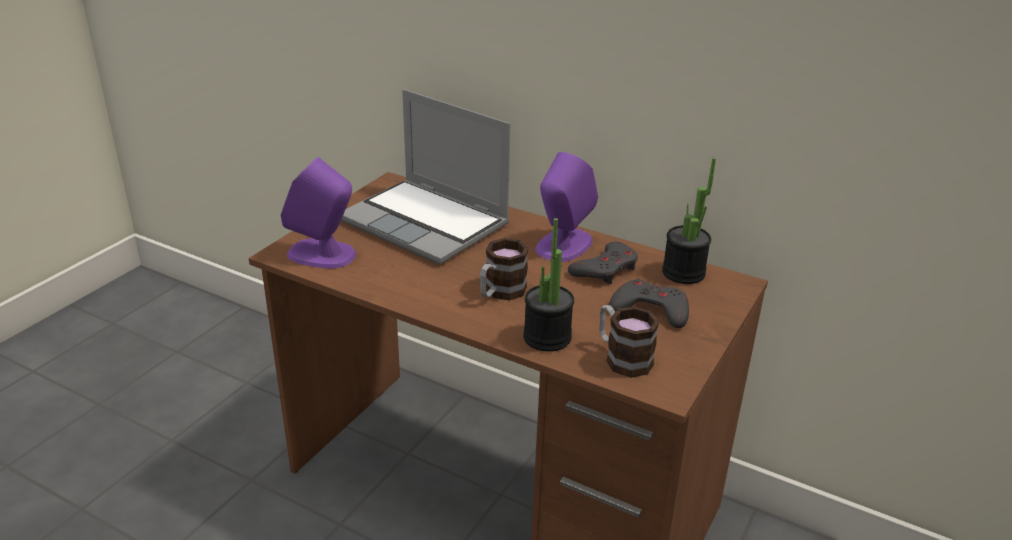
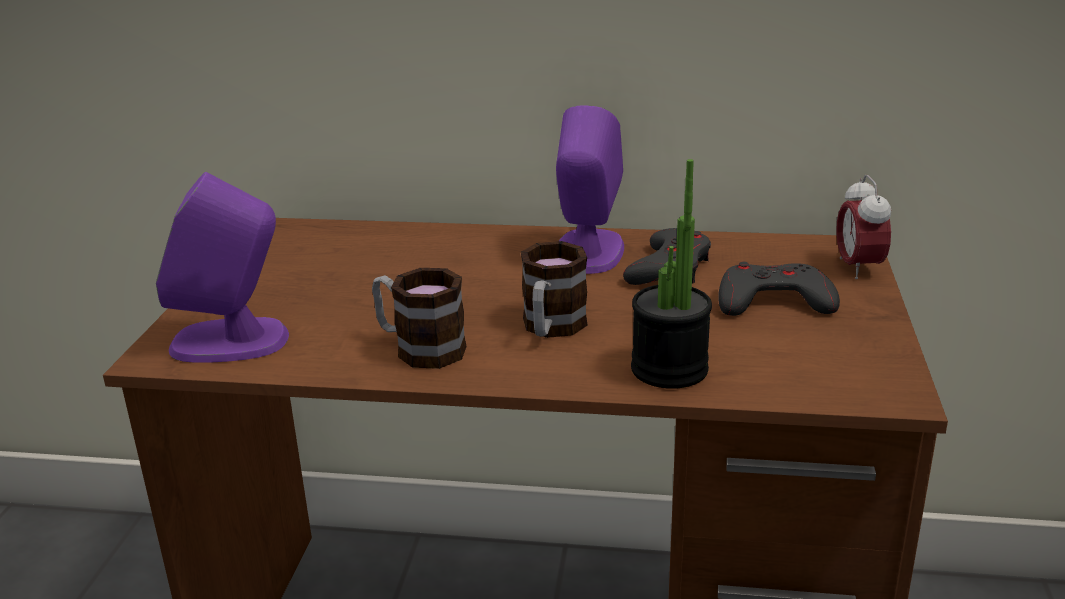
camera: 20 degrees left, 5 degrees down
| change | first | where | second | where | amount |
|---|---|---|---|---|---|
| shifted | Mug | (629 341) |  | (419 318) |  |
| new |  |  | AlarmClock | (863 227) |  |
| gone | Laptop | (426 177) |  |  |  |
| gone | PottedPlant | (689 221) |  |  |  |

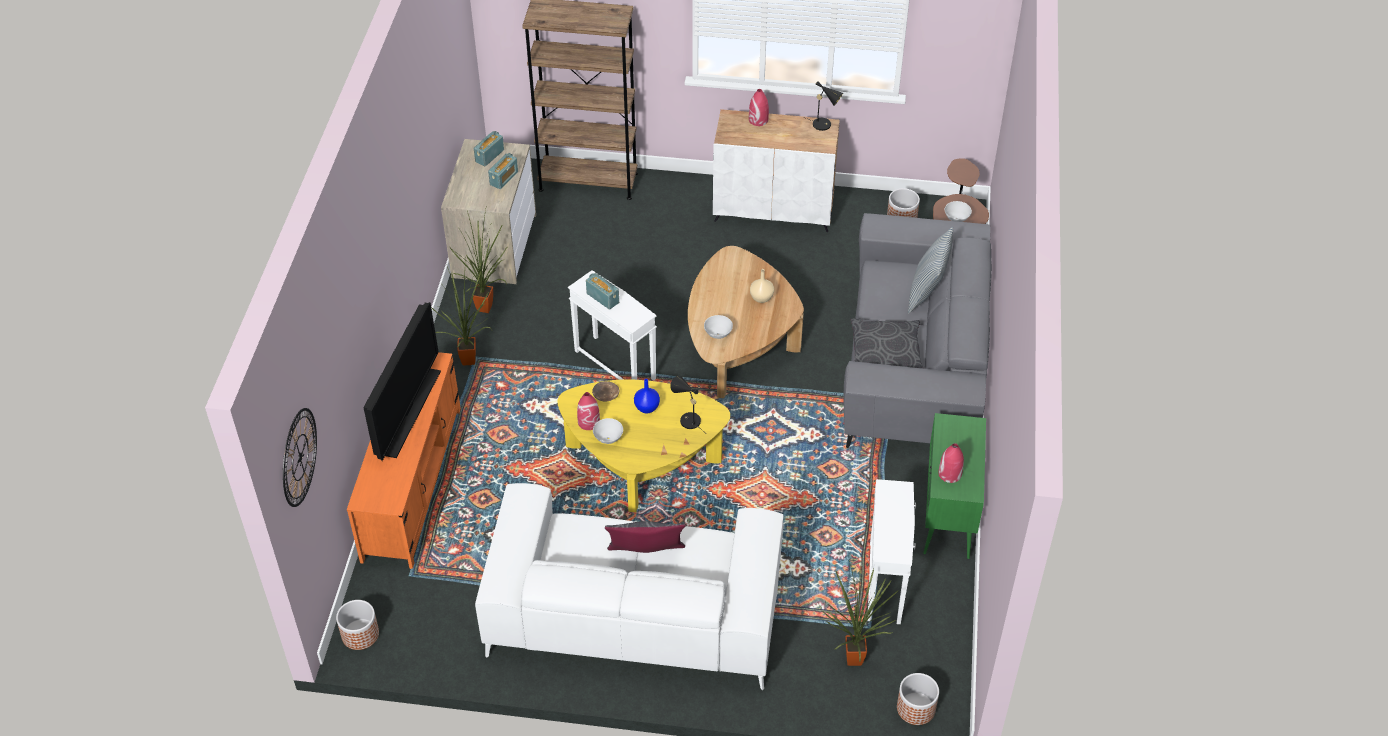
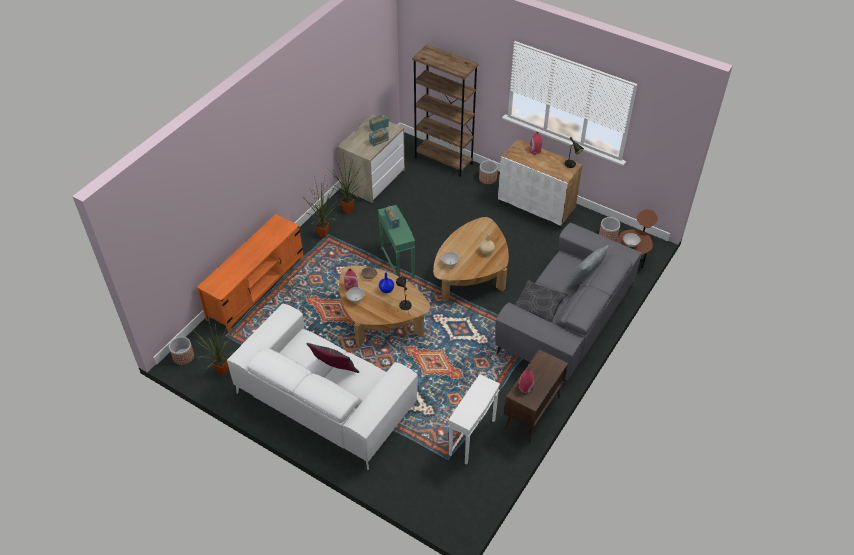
camera: 25 degrees right, 0 degrees up
| change | first | where | second | where | amount |
|---|---|---|---|---|---|
| shifted | PottedPlant | (861 613) |  | (214 344) |  |
| repainted | YellowCoffeeTable | (643 446) | BrownCoffeeTable | (384 306) |  |
| repainted | WhiteSideTable | (612 325) | GreenSideTable | (396 242) |  |
| shifted | Planter | (918 699) |  | (488 172) |  |
| repainted | GreenCabinet | (954 486) | BrownCabinet | (536 396) |  |
| gone | WallClock | (300 457) |  |  |  |
| gone | Television | (402 381) |  |  |  |

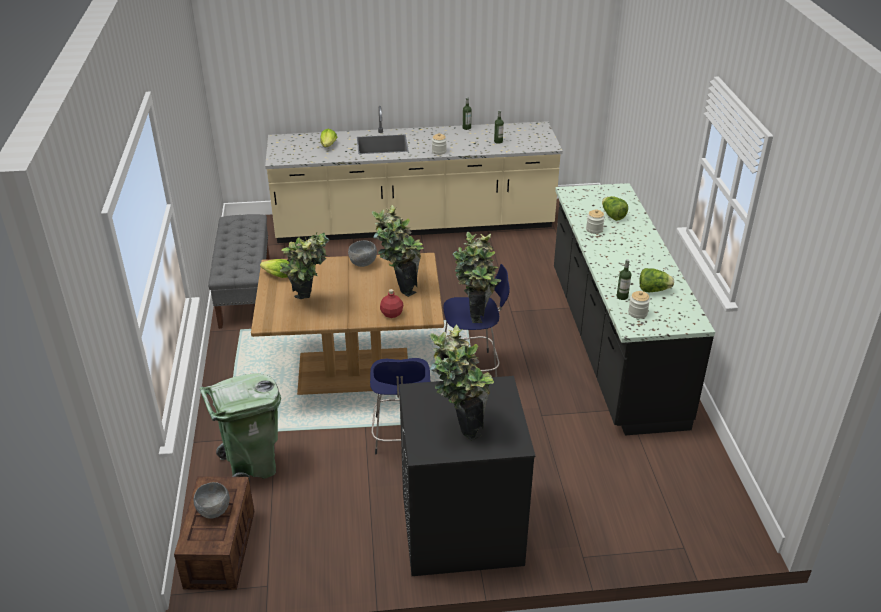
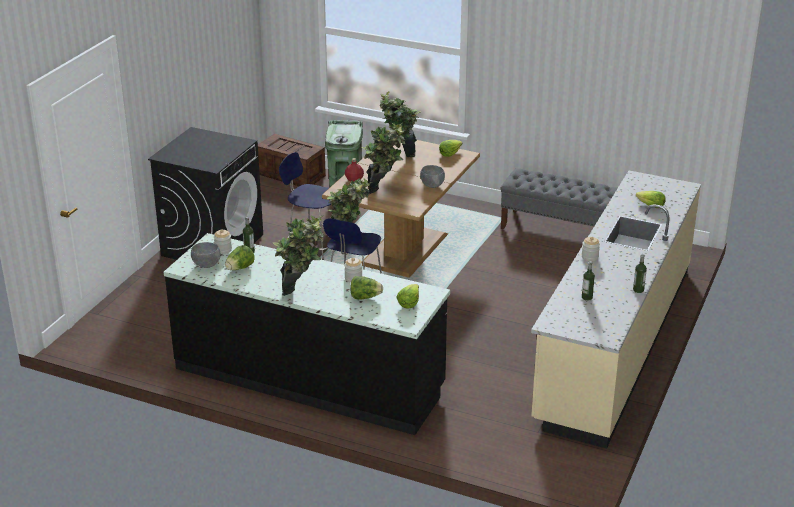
camera: 120 degrees right, 5 degrees down
| change | first | where | second | where | amount |
|---|---|---|---|---|---|
| shifted | GreyBowl | (212 500) |  | (206 255) |  |
| shifted | PottedPlant | (462 382) |  | (298 255) |  |
| new |  |  | Lettuce | (407 296) |  |

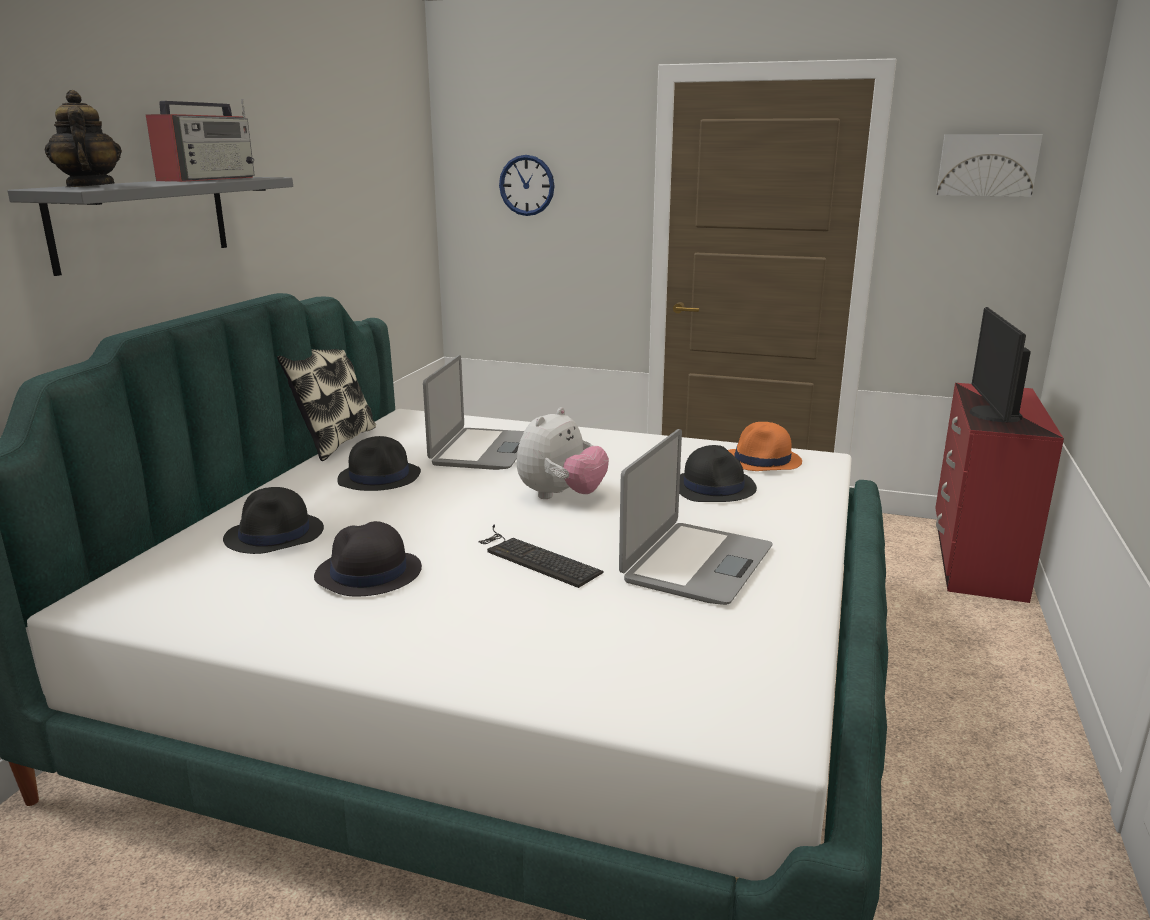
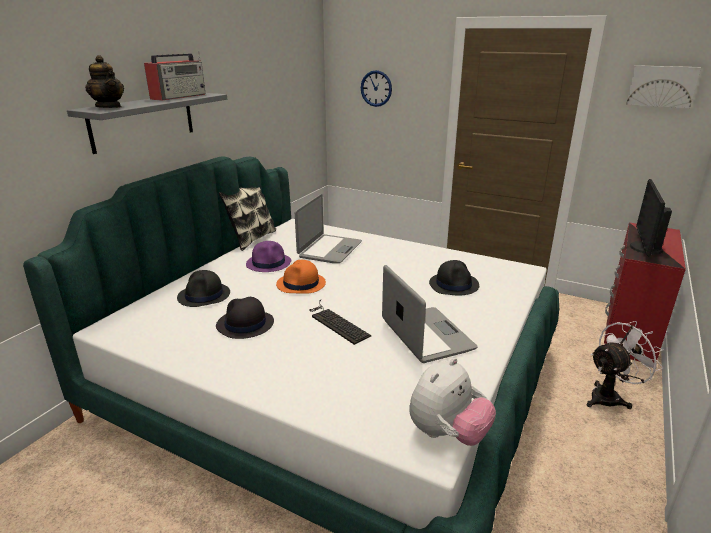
camera: 10 degrees right, 5 degrees up
| change | first | where | second | where | amount |
|---|---|---|---|---|---|
| rotated | Teapot | (83 138) |  | (104 81) | 150 degrees clockwise |
| repainted | BlackHat | (379 463) | PurpleHat | (268 256) |  |
| shifted | OrangeHat | (765 446) |  | (301 277) |  |
| rotated | Laptop | (696 517) |  | (429 314) | 60 degrees counterclockwise |
| shifted | PlushToy | (563 453) |  | (452 402) |  |
| new |  |  | WhiteFan | (625 365) |  |

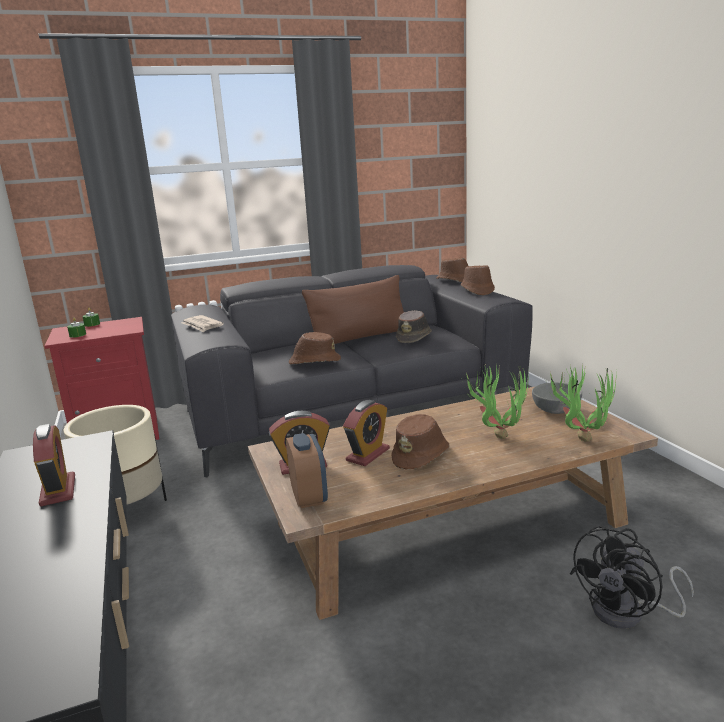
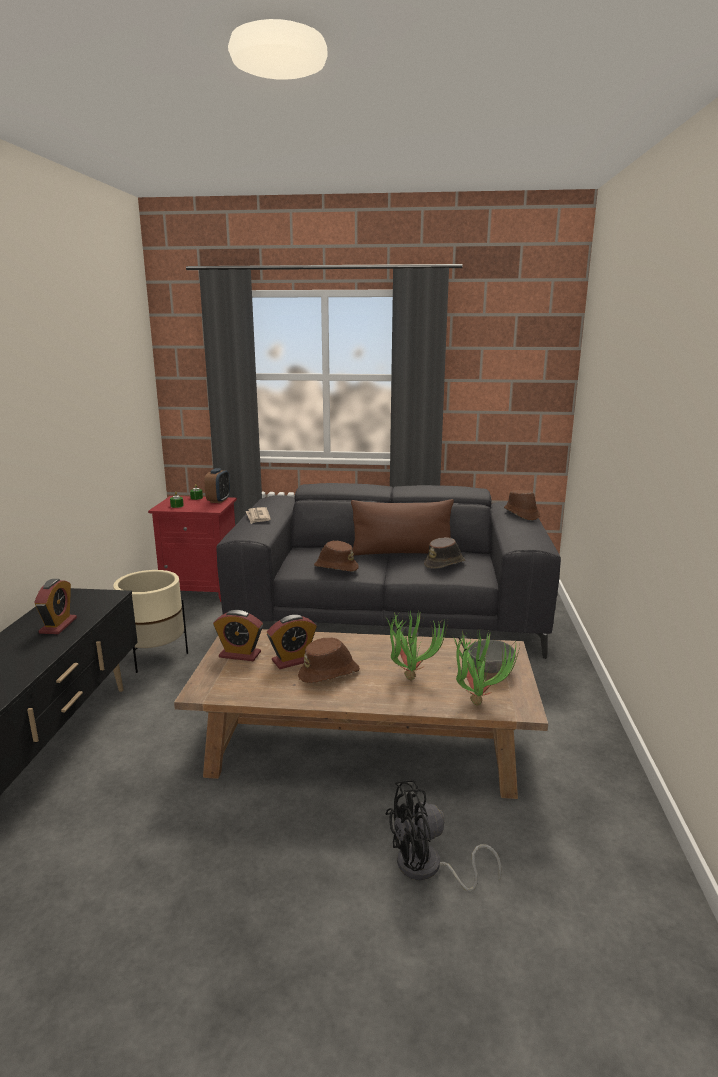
camera: 25 degrees right, 0 degrees up
| change | first | where | second | where | amount |
|---|---|---|---|---|---|
| shifted | AlarmClock | (307 470) |  | (217 485) |  |
| gone | BrownHat | (478 280) |  |  |  |

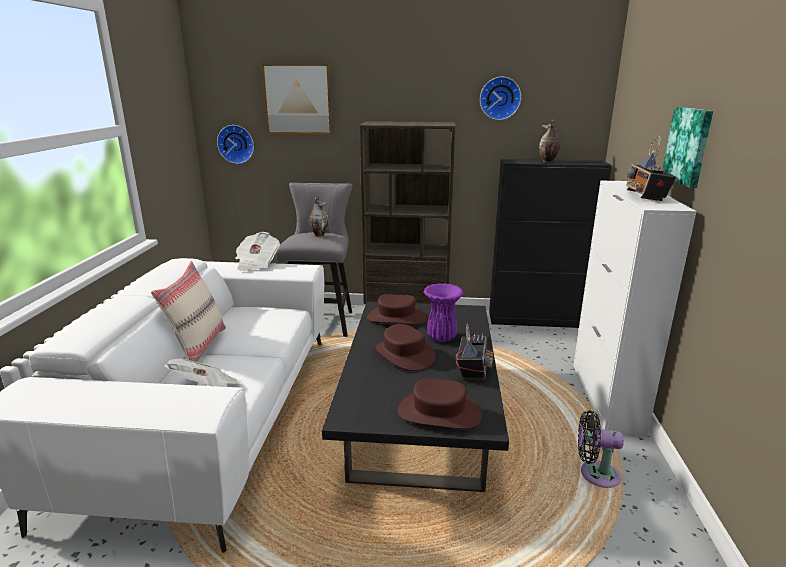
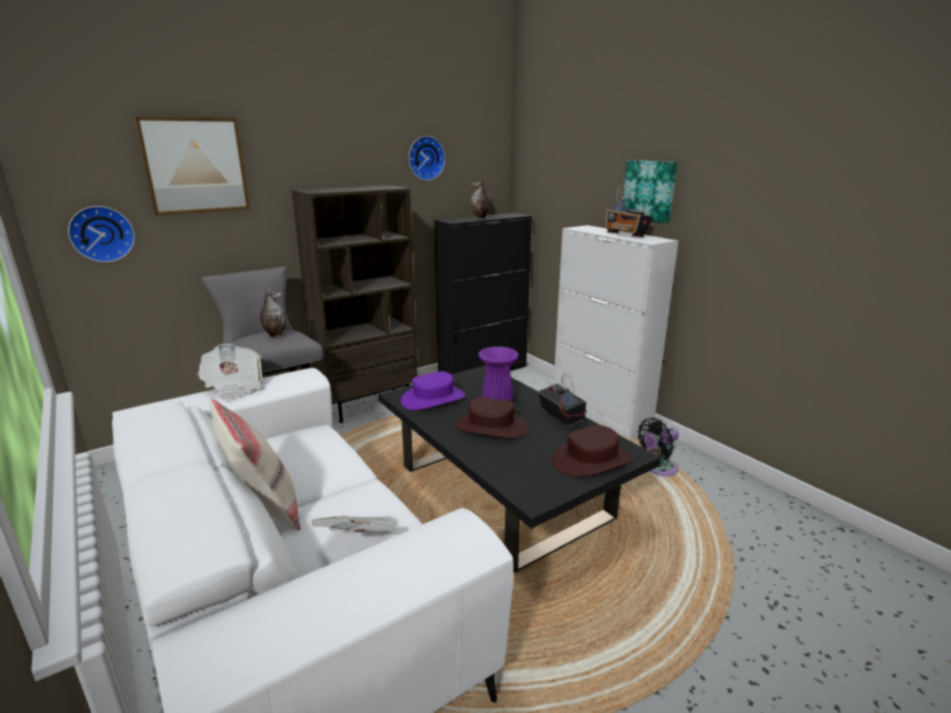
camera: 40 degrees left, 0 degrees up
| change | first | where | second | where | amount |
|---|---|---|---|---|---|
| repainted | BrownHat | (397 309) | PurpleHat | (433 390) |  |

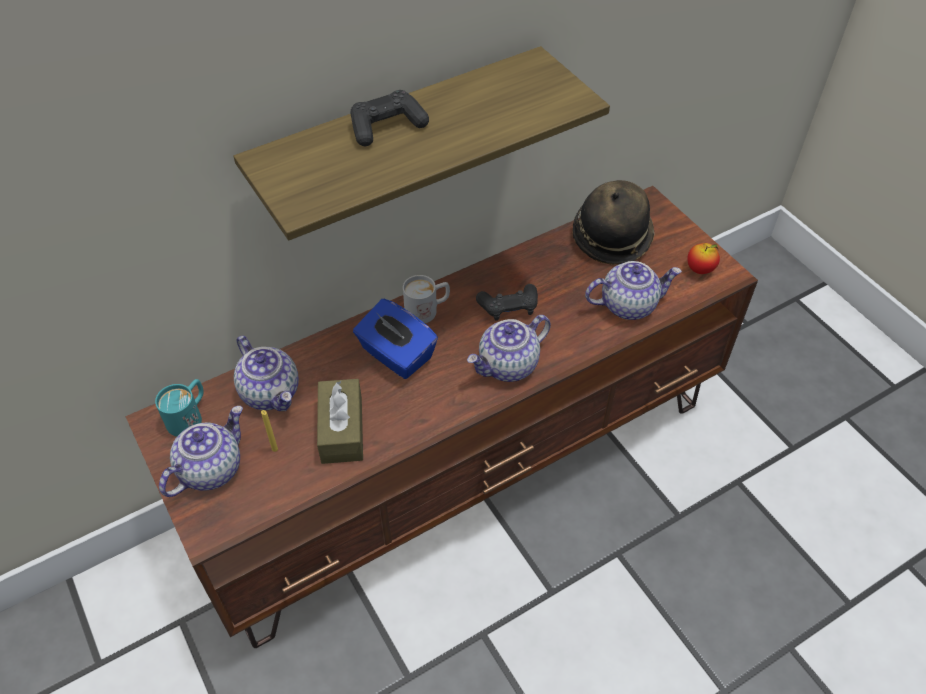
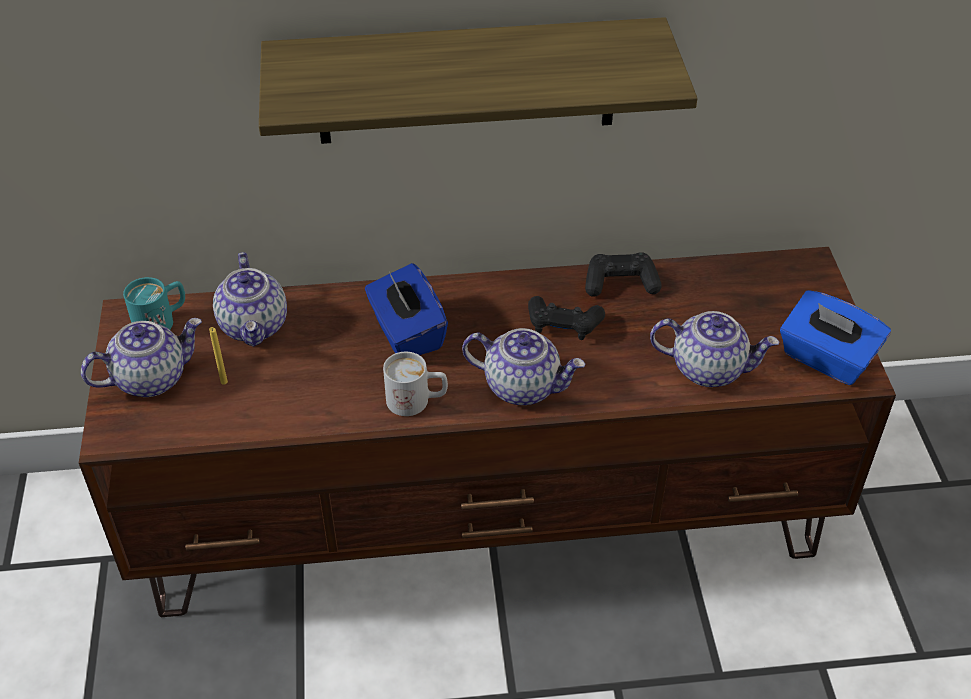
camera: 25 degrees right, 5 degrees down
| change | first | where | second | where | amount |
|---|---|---|---|---|---|
| shifted | WhiteMug | (426 299) |  | (415 384) |  |
| rotated | Teapot | (509 348) |  | (524 366) | 150 degrees counterclockwise |
| shifted | BlackGameController | (389 118) |  | (623 274) |  |
| swapped | Apple | (703 258) | BlueTissueBox | (835 337) |  |
| gone | BrownTissueBox | (340 421) |  |  |  |
| gone | Hat | (613 222) |  |  |  |

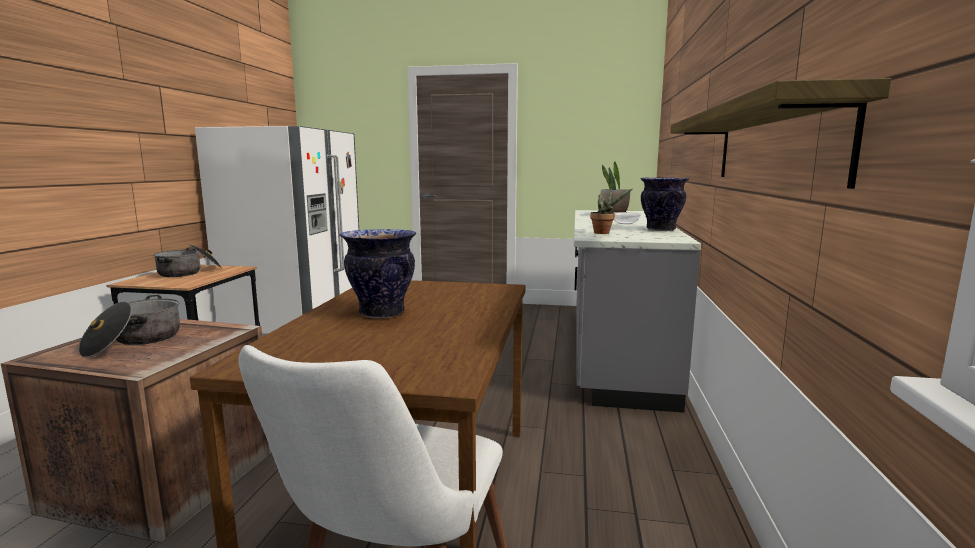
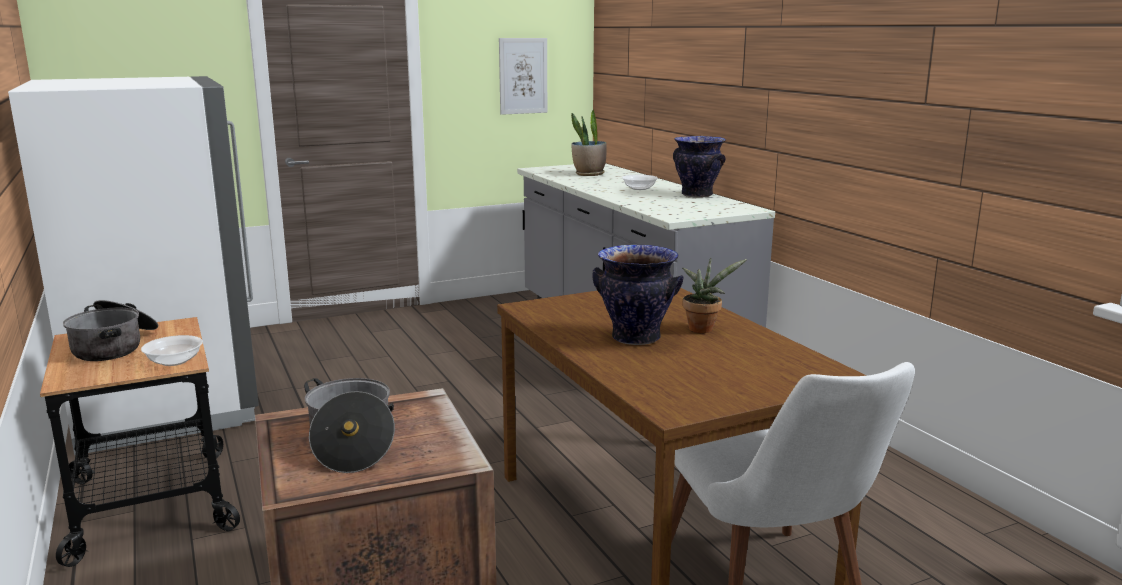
camera: 35 degrees left, 5 degrees up
| change | first | where | second | where | amount |
|---|---|---|---|---|---|
| new |  |  | Bowl | (172 350) |  |
| new |  |  | Picture | (523 76) |  |
| shifted | PottedPlant | (611 211) |  | (714 295) |  |
| gone | Shelf | (781 133) |  |  |  |

